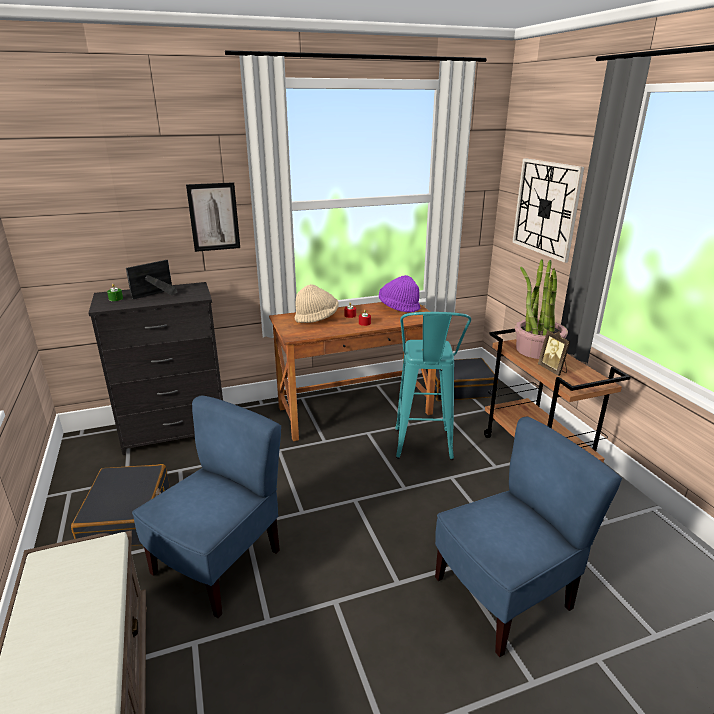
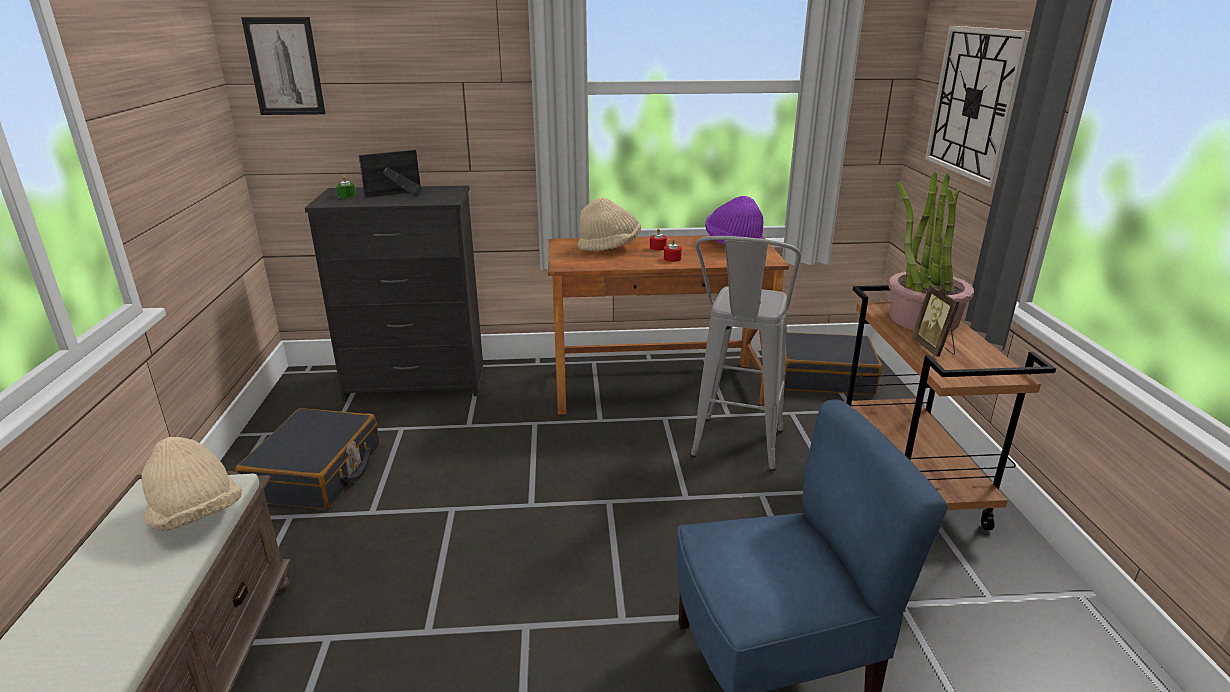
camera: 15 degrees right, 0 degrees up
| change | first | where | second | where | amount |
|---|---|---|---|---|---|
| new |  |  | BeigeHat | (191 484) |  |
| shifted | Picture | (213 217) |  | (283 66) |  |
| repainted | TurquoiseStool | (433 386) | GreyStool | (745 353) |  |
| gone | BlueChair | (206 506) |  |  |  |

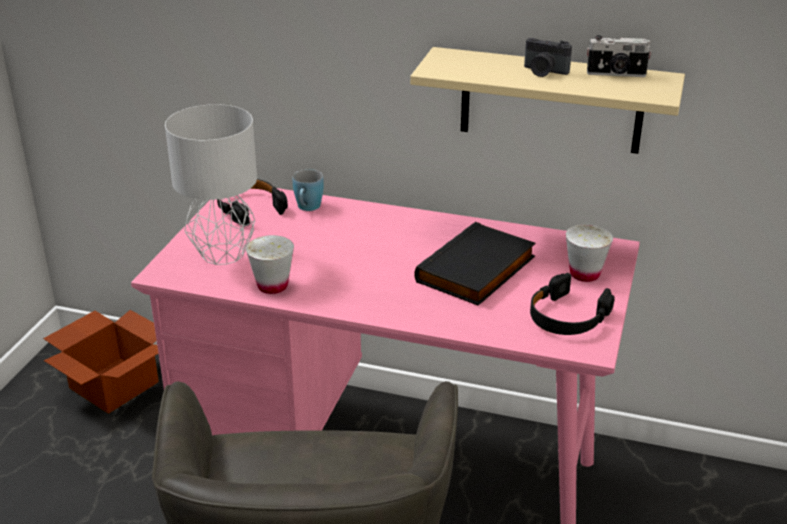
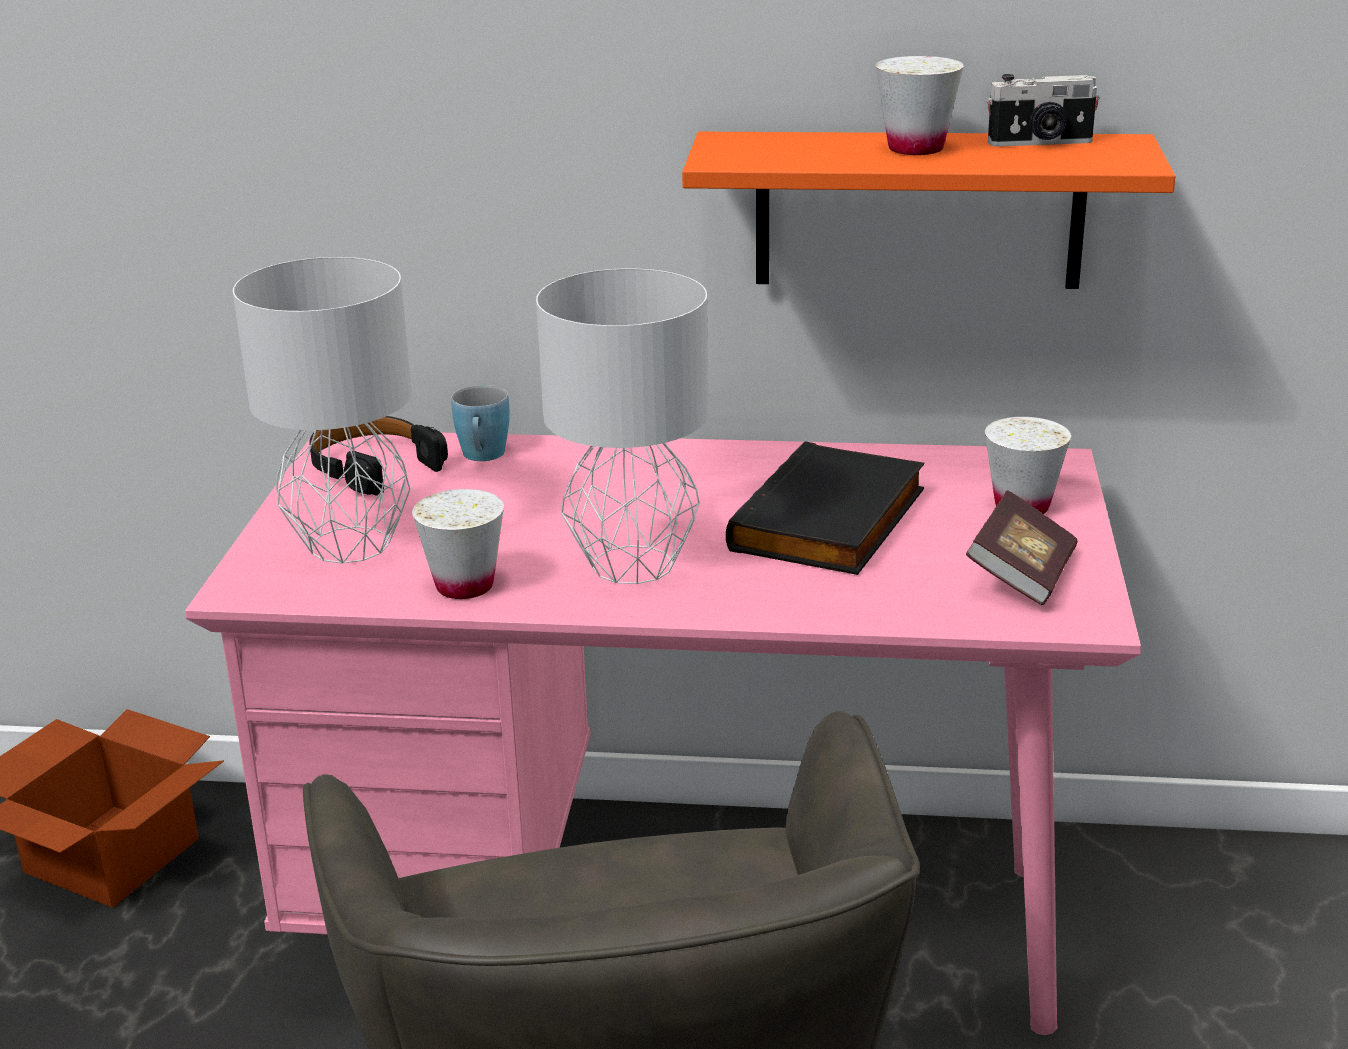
camera: 10 degrees left, 5 degrees down
| change | first | where | second | where | amount |
|---|---|---|---|---|---|
| new |  |  | GreyTableLamp | (622 426) |  |
| repainted | BeigeShelf | (547 100) | OrangeShelf | (929 210) |  |
| swapped | PhotoCamera | (548 57) | WhiteCup | (919 105) |  |
| swapped | BlackHeadphones | (572 304) | Book | (1022 547) |  |

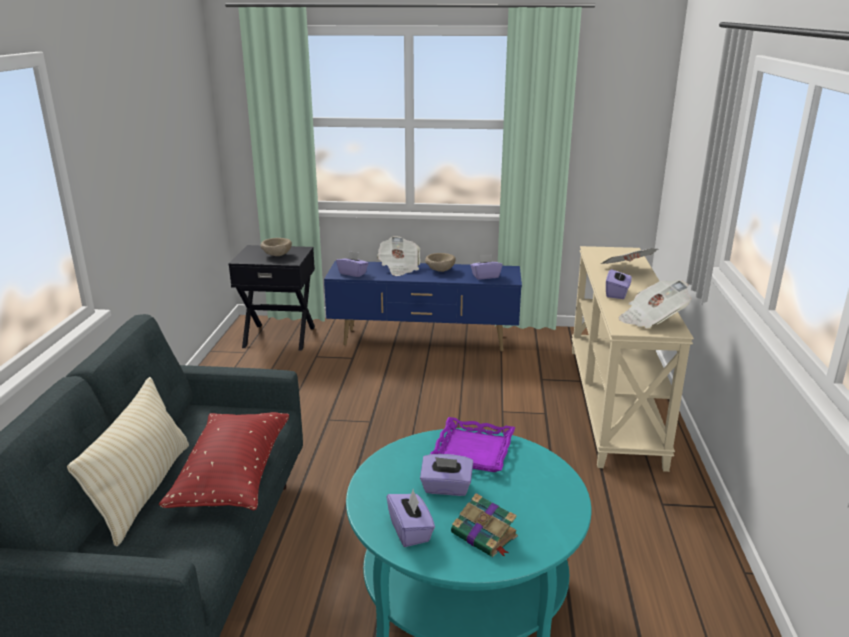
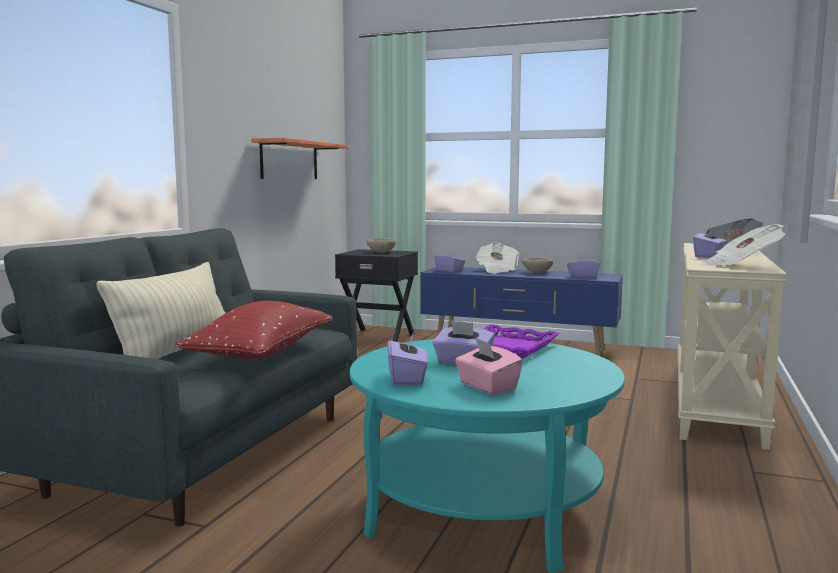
camera: 15 degrees right, 15 degrees down
| change | first | where | second | where | amount |
|---|---|---|---|---|---|
| new |  |  | Shelf | (300 158) |  |
| swapped | Book | (484 525) | PinkTissueBox | (489 366) |  |

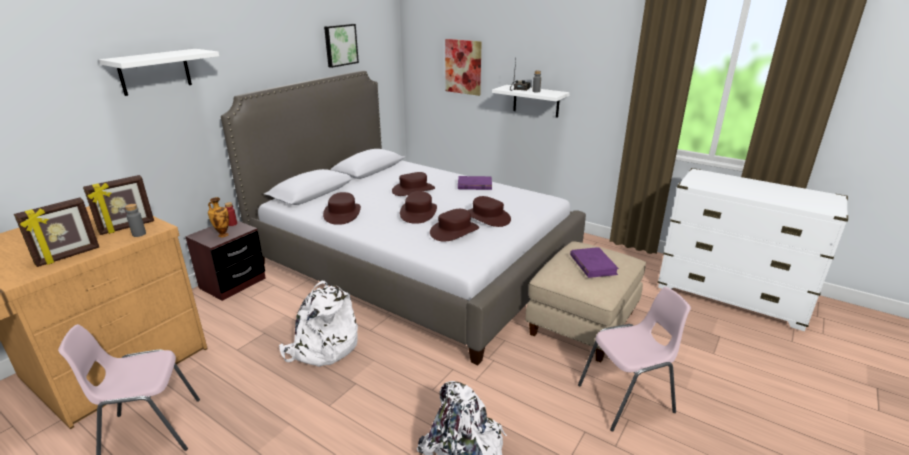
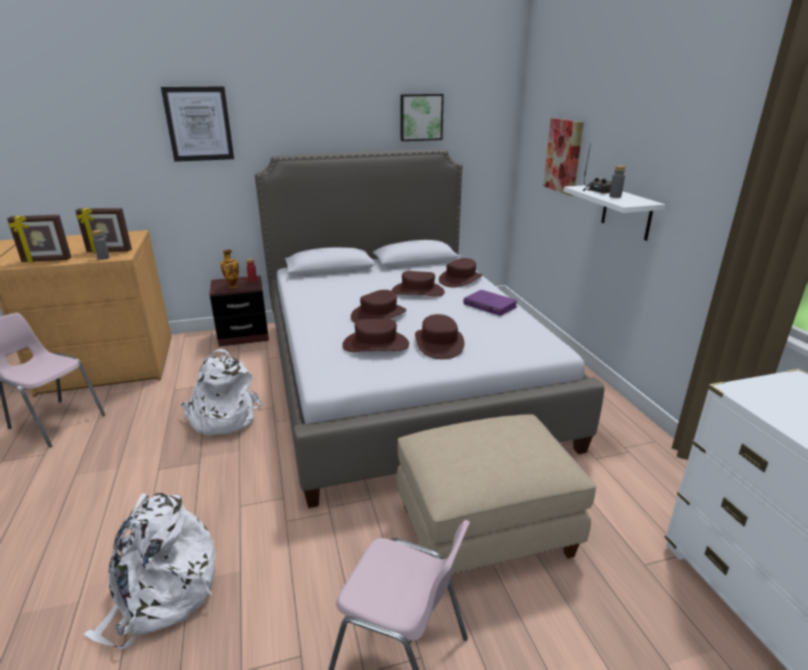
camera: 40 degrees right, 0 degrees up
| change | first | where | second | where | amount |
|---|---|---|---|---|---|
| swapped | WhiteShelf | (159 72) | Picture | (197 124) |  |
| shifted | BrownHat | (342 208) |  | (460 272) |  |
| gone | PurpleBook | (594 262) |  |  |  |

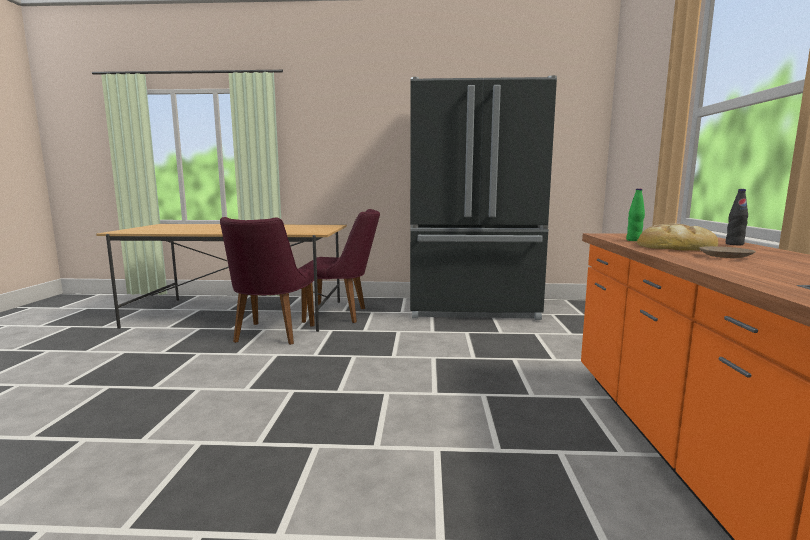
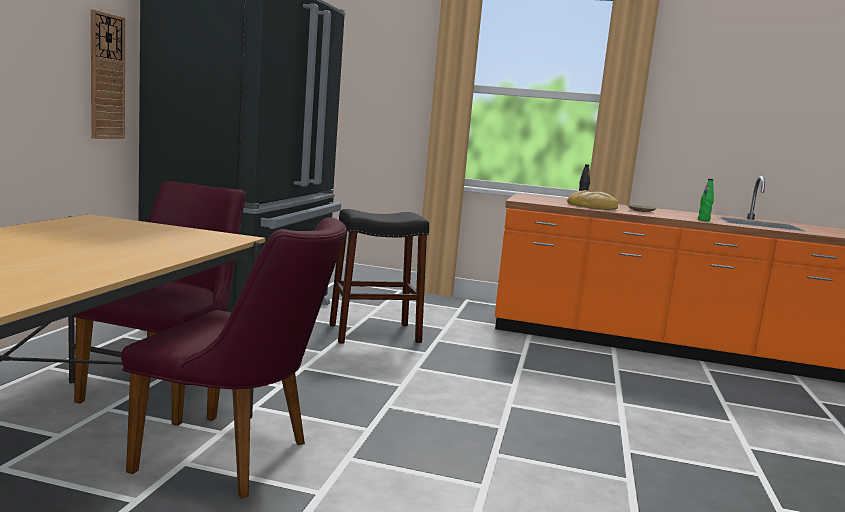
camera: 80 degrees left, 0 degrees up
| change | first | where | second | where | amount |
|---|---|---|---|---|---|
| new |  |  | WallClock | (108 74) |  |
| new |  |  | BlackStool | (379 276) |  |
| shifted | GreenBottle | (635 214) |  | (706 200) |  |

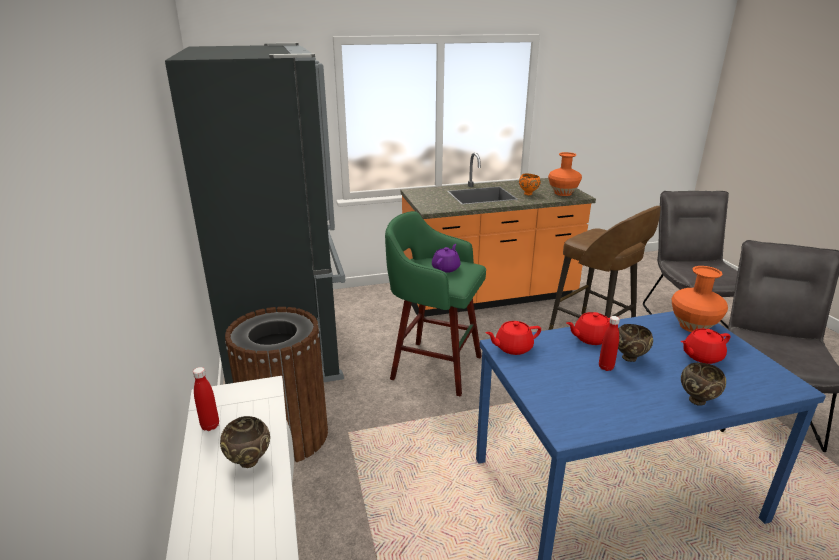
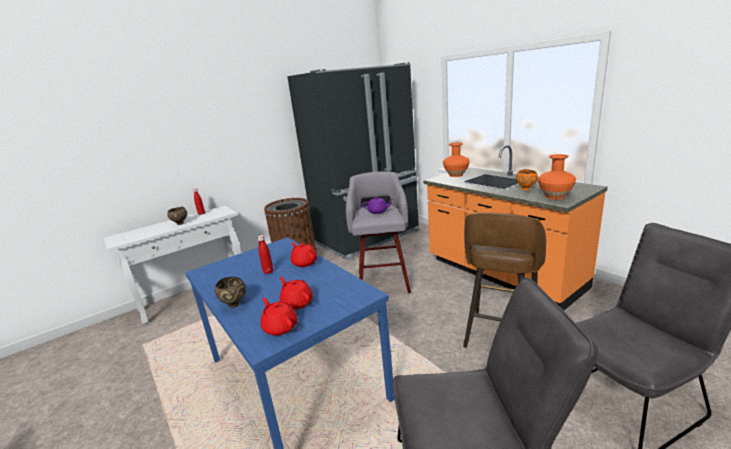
camera: 70 degrees right, 5 degrees down
| change | first | where | second | where | amount |
|---|---|---|---|---|---|
| shifted | RedTeapot | (513 338) |  | (279 316) |  |
| repainted | GreenStool | (435 304) | GreyStool | (378 232) |  |
| shifted | OrangeVase | (700 299) |  | (456 160) |  |
| gone | BrownBowl | (635 343) |  |  |  |

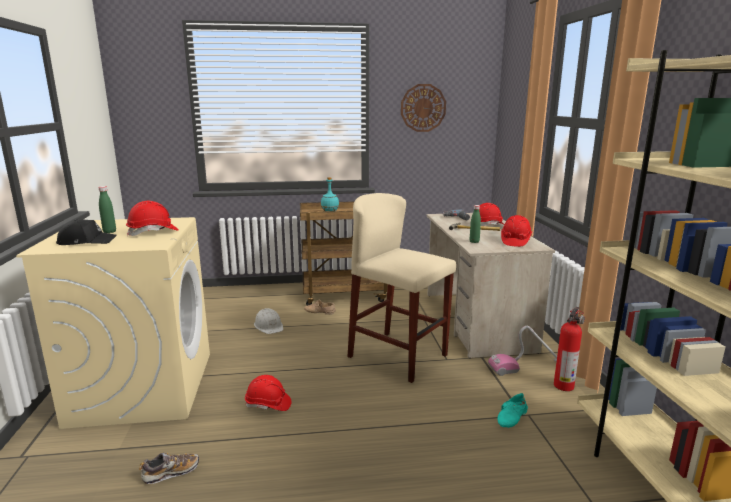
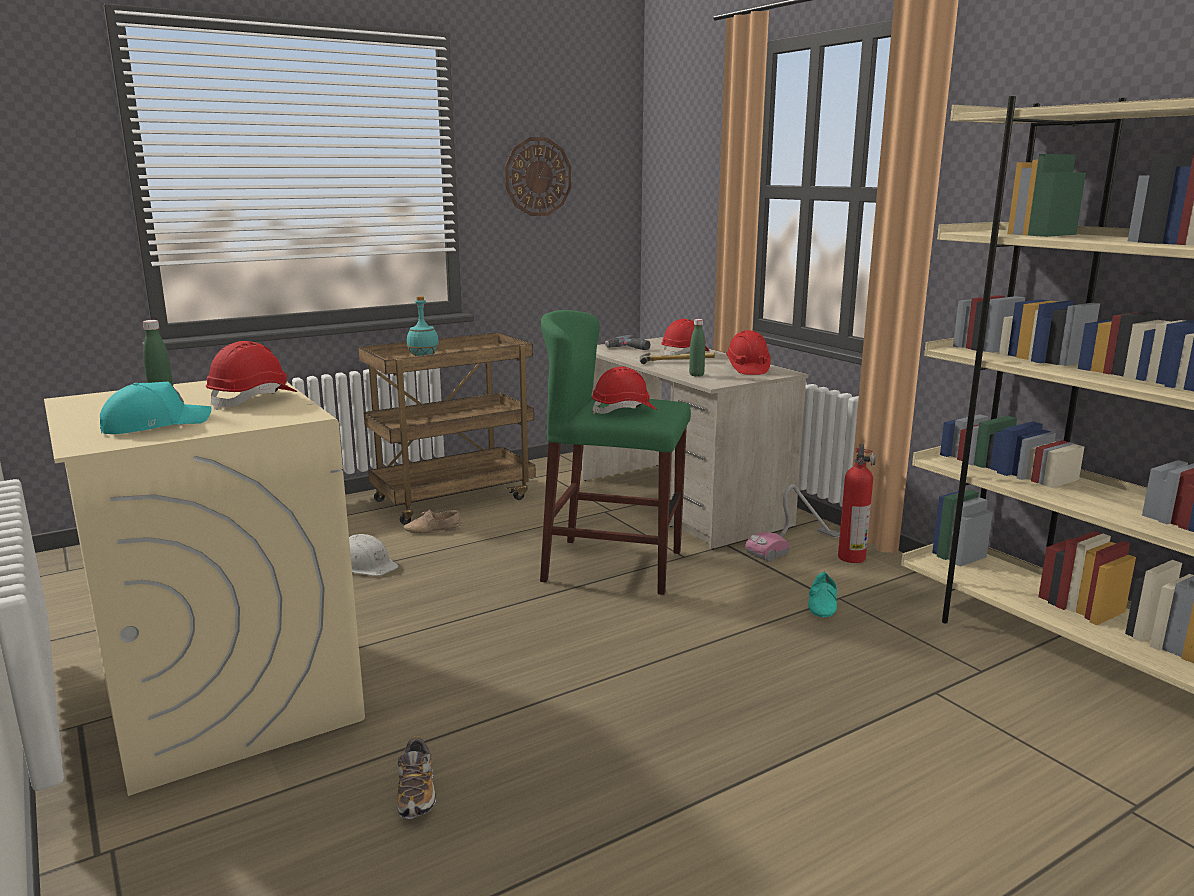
camera: 25 degrees left, 0 degrees up
| change | first | where | second | where | amount |
|---|---|---|---|---|---|
| repainted | BlackCap | (86 232) | TurquoiseCap | (156 408) |  |
| rotated | Shoe | (169 468) |  | (416 777) | 135 degrees clockwise |
| repainted | BeigeStool | (401 288) | GreenStool | (615 452) |  |
| shifted | RedHardHat | (268 393) |  | (624 390) |  |

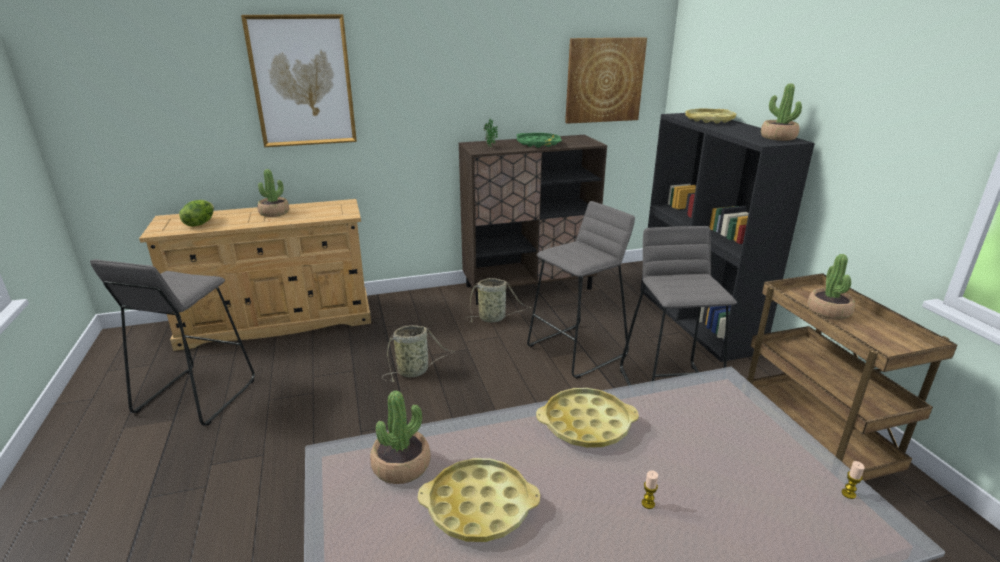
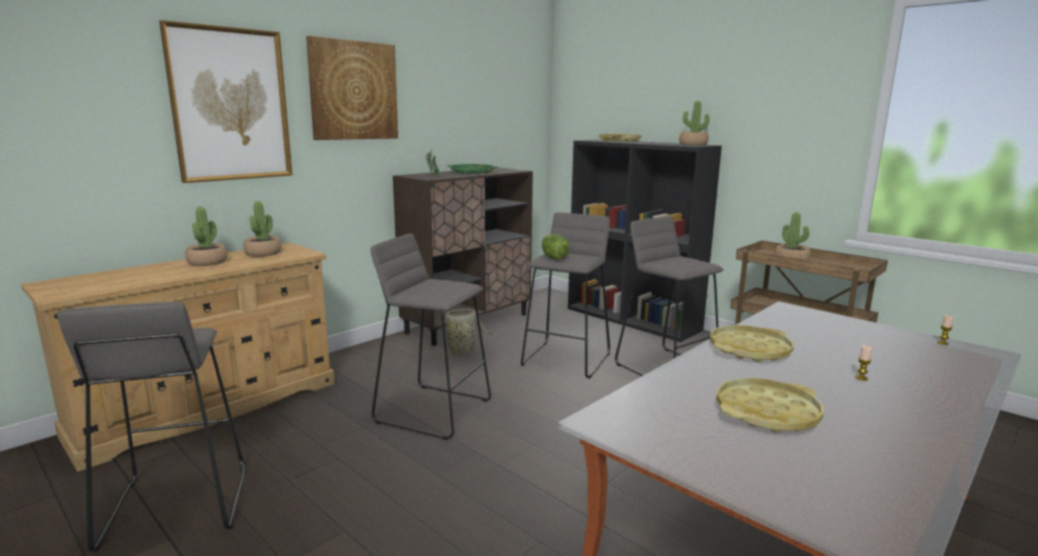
camera: 30 degrees left, 10 degrees down
| change | first | where | second | where | amount |
|---|---|---|---|---|---|
| shifted | PottedPlant | (400 437) |  | (262 229) |  |
| shifted | Picture | (606 80) |  | (352 88) |  |
| swapped | Basket | (418 353) | GreyStool | (430 336) |  |
| shifted | Lettuce | (196 213) |  | (556 246) |  |

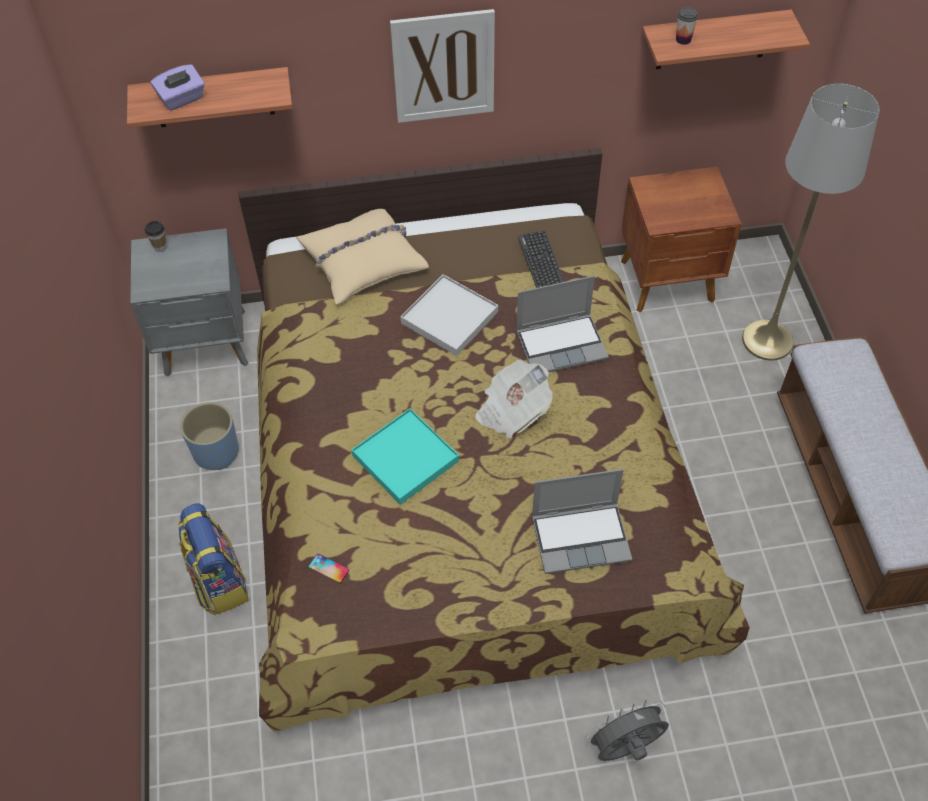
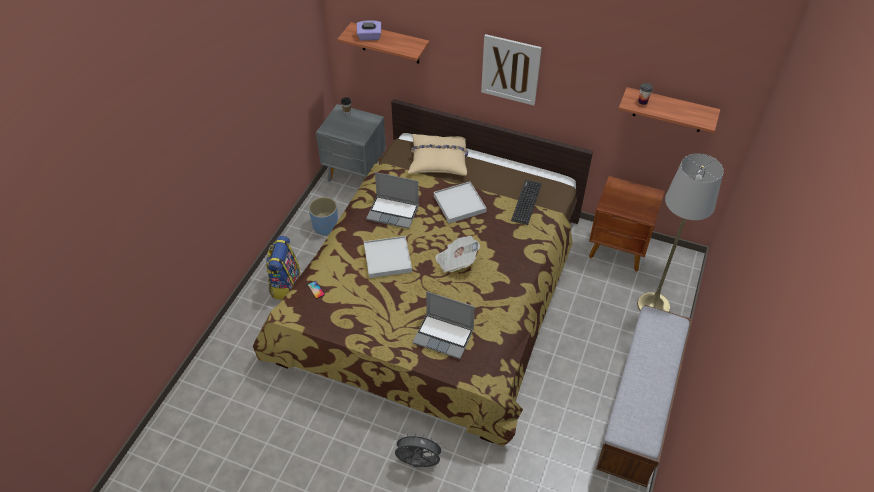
camera: 30 degrees right, 5 degrees down
| change | first | where | second | where | amount |
|---|---|---|---|---|---|
| repainted | TurquoiseTray | (405 456) | WhiteTray | (388 257) |  |
| shifted | Laptop | (562 324) |  | (392 200) |  |

